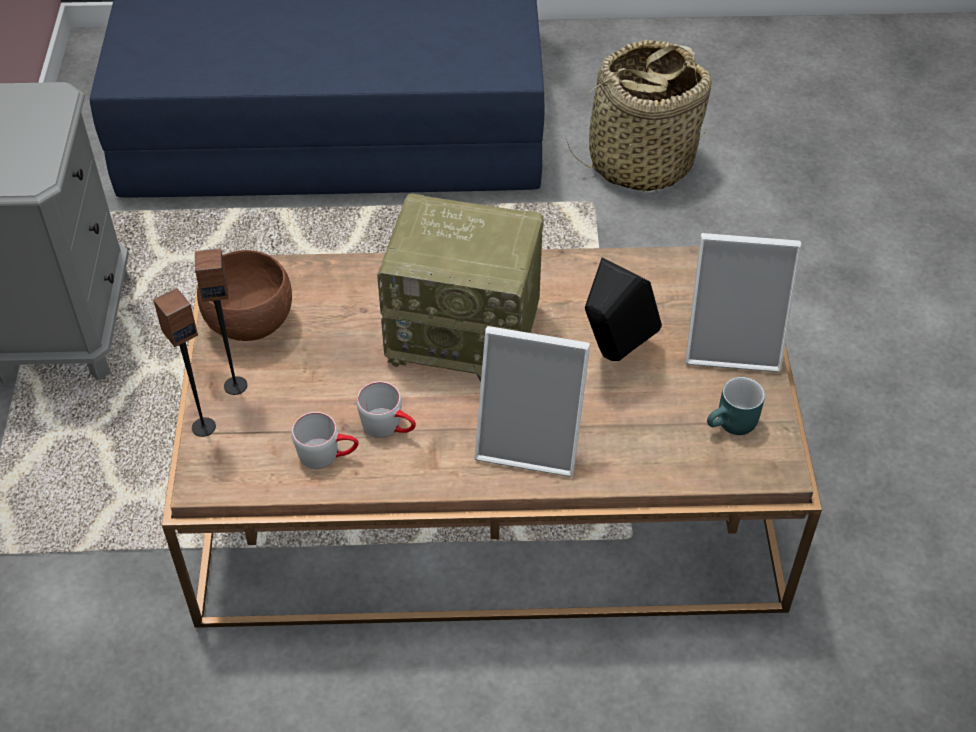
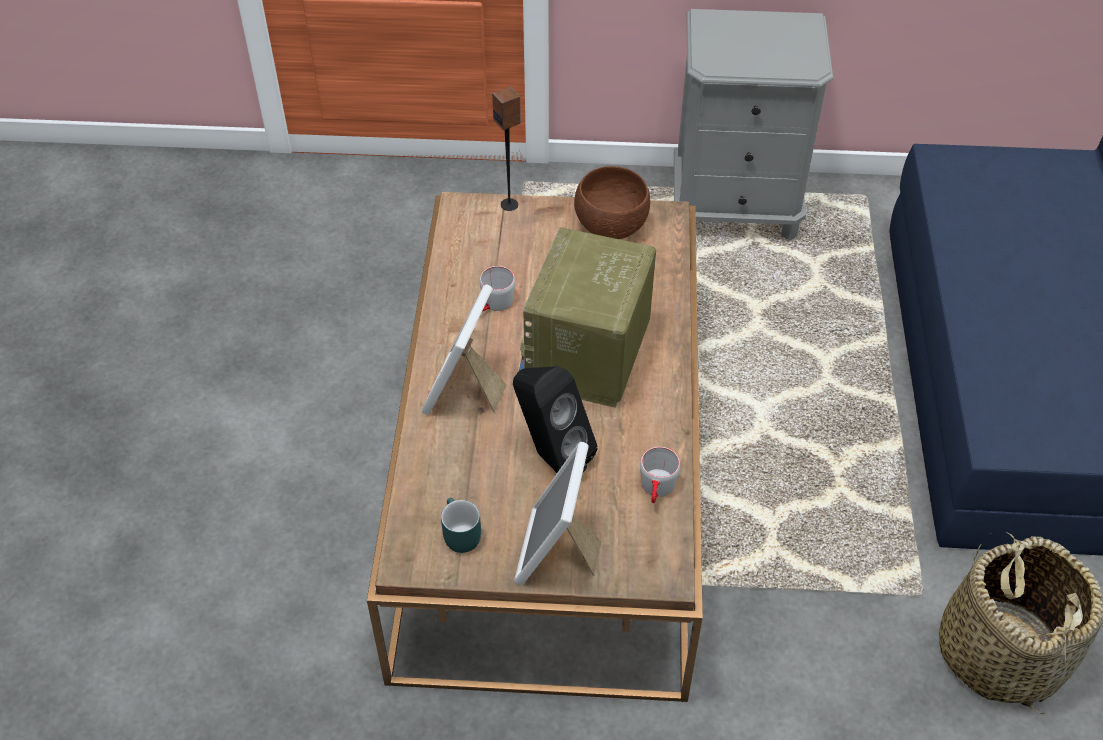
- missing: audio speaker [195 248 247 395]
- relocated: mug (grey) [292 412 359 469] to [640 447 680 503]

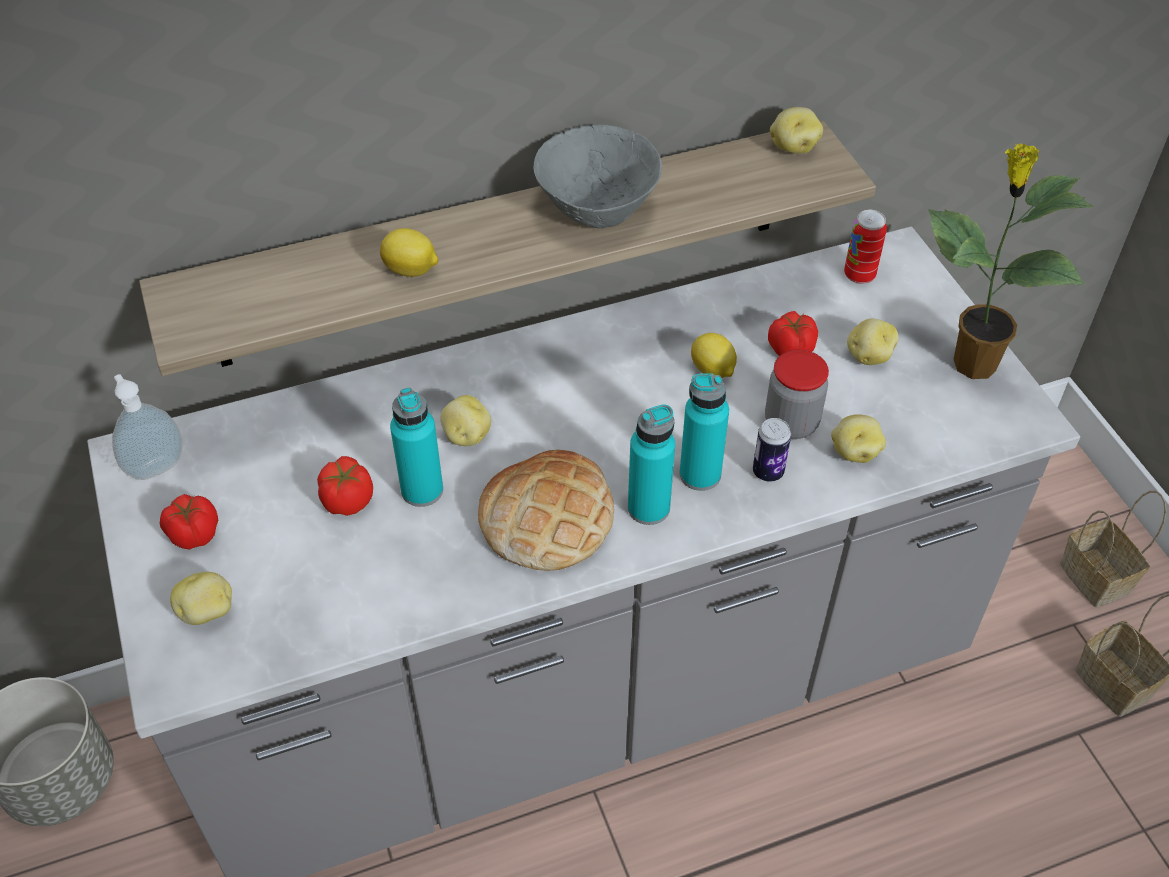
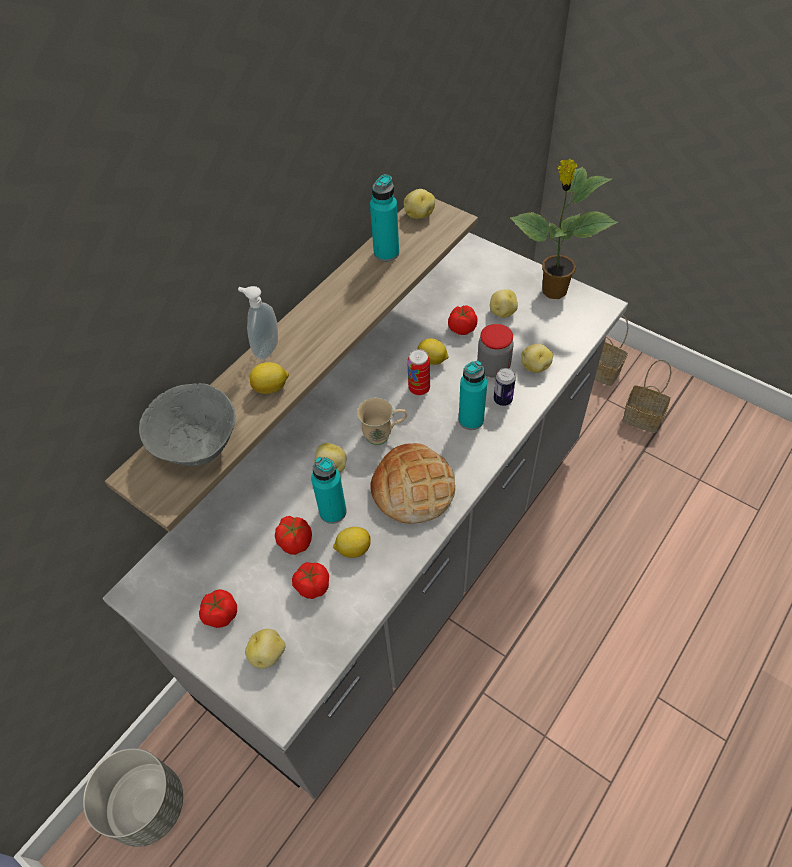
- relocated: liquid soap bottle [112 374 182 480] to [238 286 278 360]
- relocated: bowl (grey) [533 125 662 229] to [139 383 236 466]
- relocated: beverage bottle (turquoise-coloured) [628 404 675 525] to [370 174 399 262]
- relocated: sealed can [844 210 887 284] to [407 349 430 395]
- appeared: whole tomato [292 562 329 599]
- appeared: citrus fruit [333 527 371 558]
- appeared: mug (beige) [357 397 407 445]

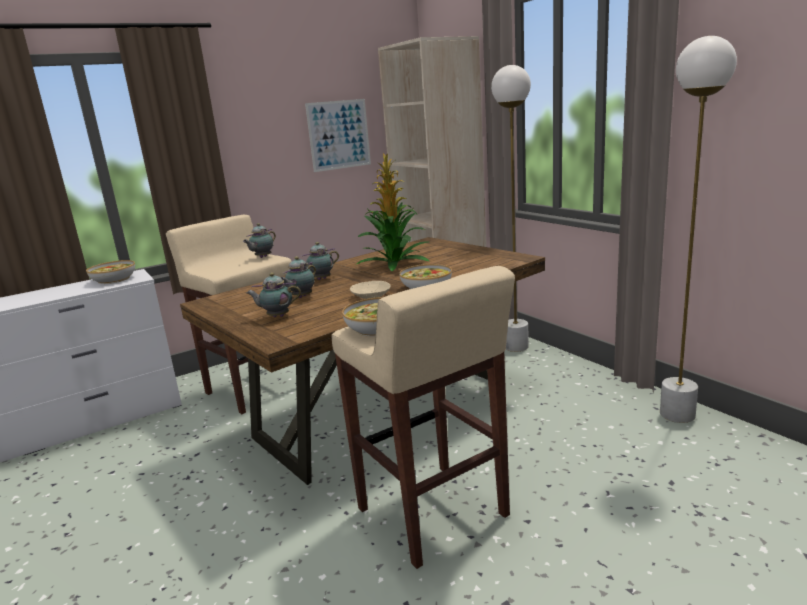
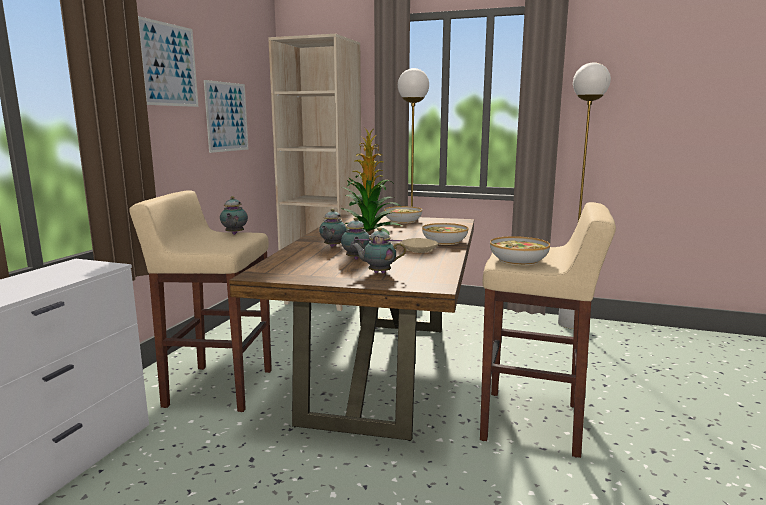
- relocated: bowl [86 260 135 284] to [384 206 422 224]
- spun: pot for tea [247 273 301 317] = [351 228 406 273] 45 degrees clockwise
- appeared: wall art [138 16 198 107]

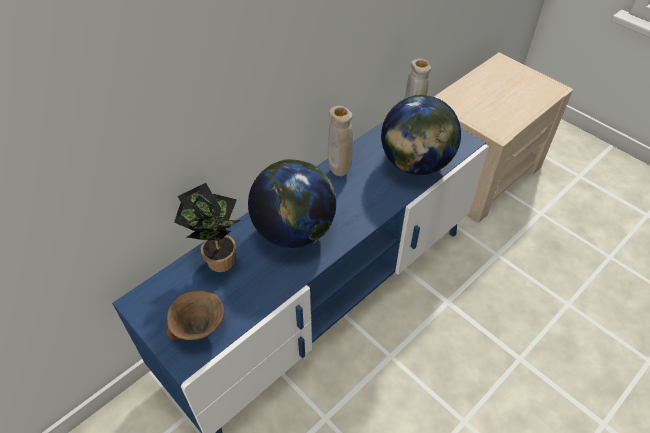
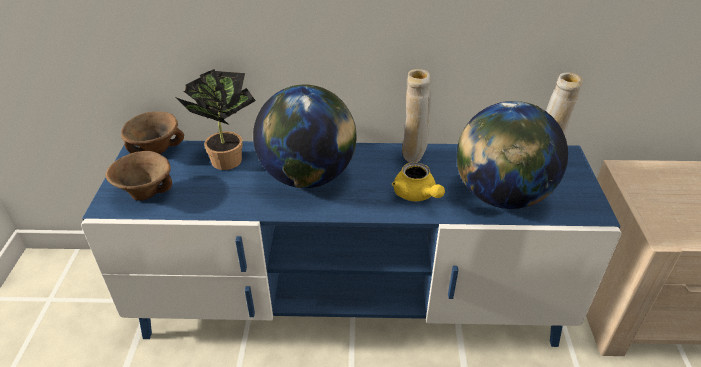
- appeared: bowl (brownish) [121 112 184 154]
- appeared: pot for tea (yellowish) [392 162 445 201]

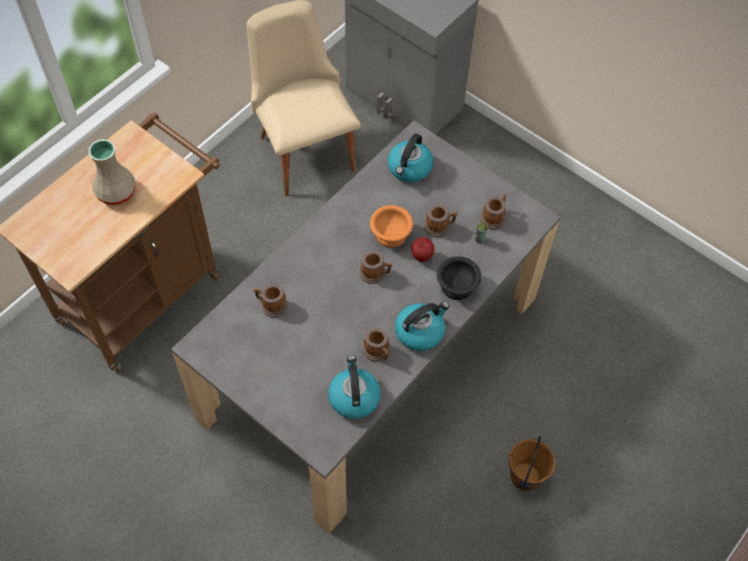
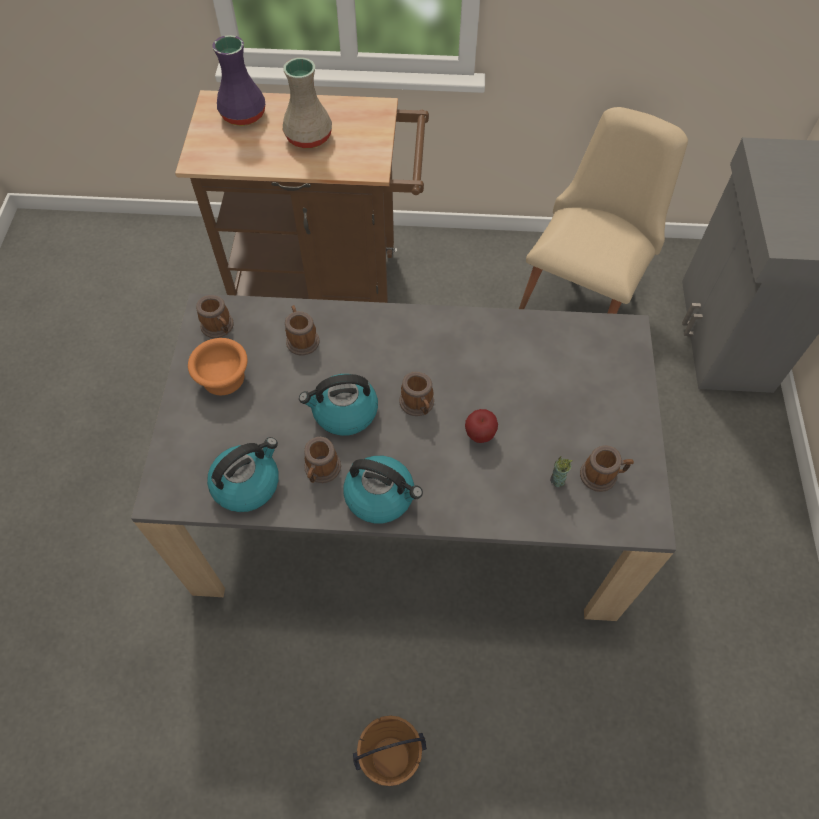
- relocated: bowl (orangey) [370 205 413 248] to [188 338 248 395]
- relocated: water kettle [388 133 433 182] to [299 374 378 436]
- relocated: mug [424 205 457 237] to [196 295 234 338]
- missing: bowl (black) [437 256 481 300]
- appeared: flower vase (purplish) [213 35 265 126]

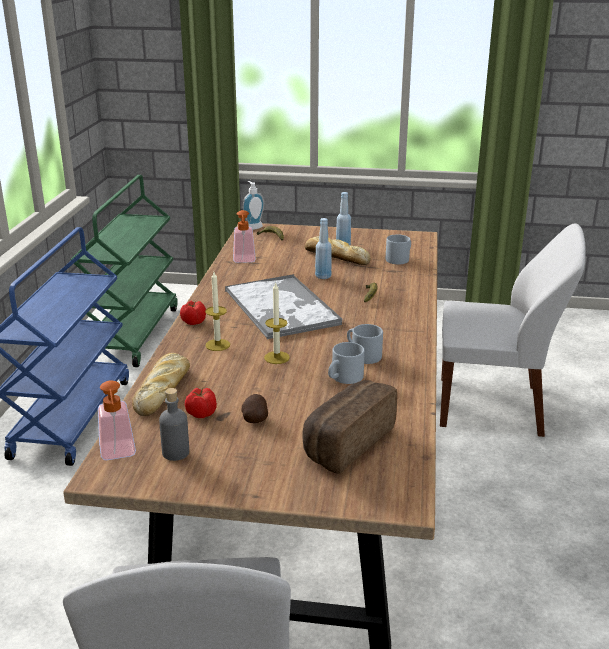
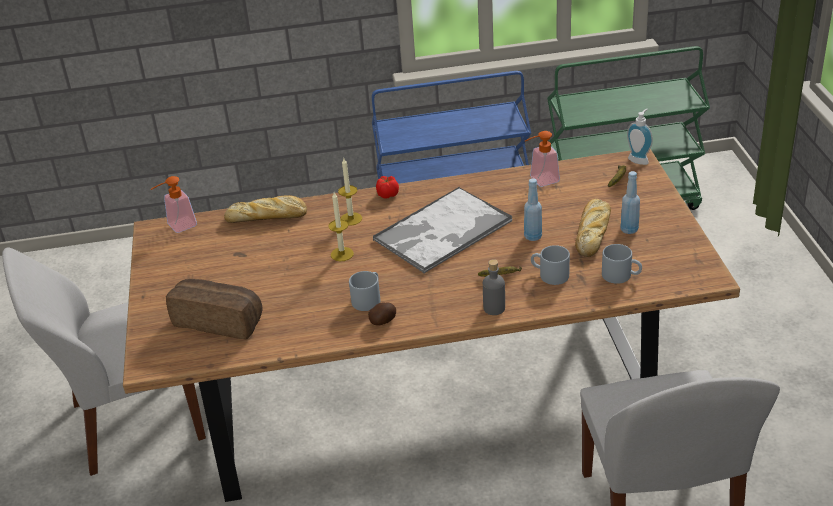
- relocated: beverage bottle (grey) [159 388 189 461] to [483 259 505 315]
- missing: whole tomato [185 388 217 418]
- relocated: potato [241 394 268 423] to [368 302 396 326]
- relocated: mug (grey) [328 342 365 384] to [531 245 570 285]

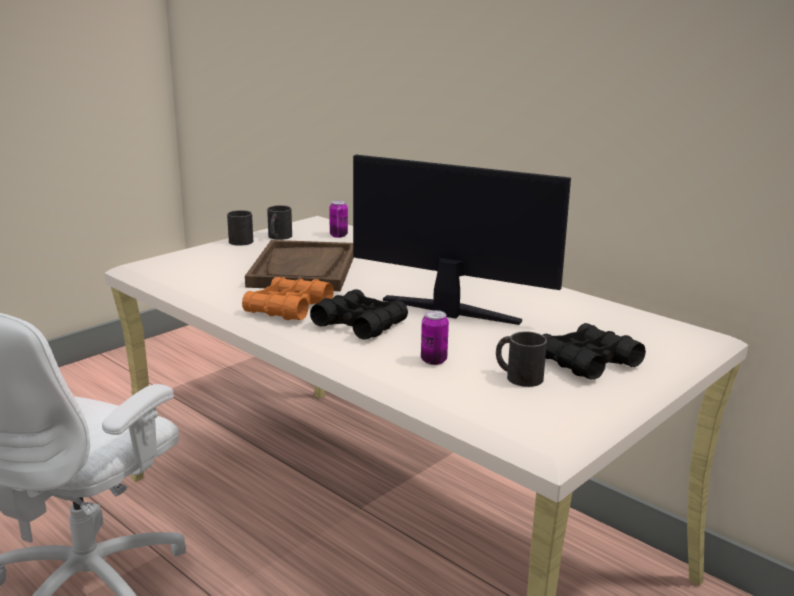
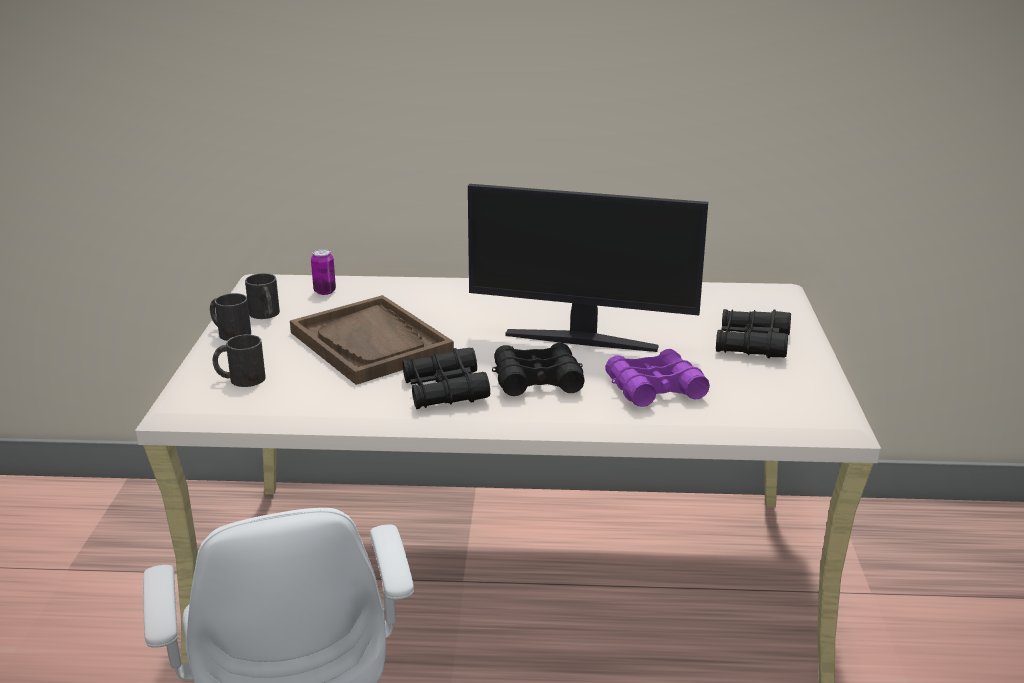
- colour: field glasses (orangey) [242 277 334 320] to field glasses (black) [402 348 490 409]
- spun: computer screen [353 155 571 325] = [468 184 708 352] 150 degrees counterclockwise
- exchanged: sealed can [421 310 449 365] to field glasses (purplish) [605 349 710 407]
- relocated: mug (black) [496 331 547 387] to [213 334 266 387]

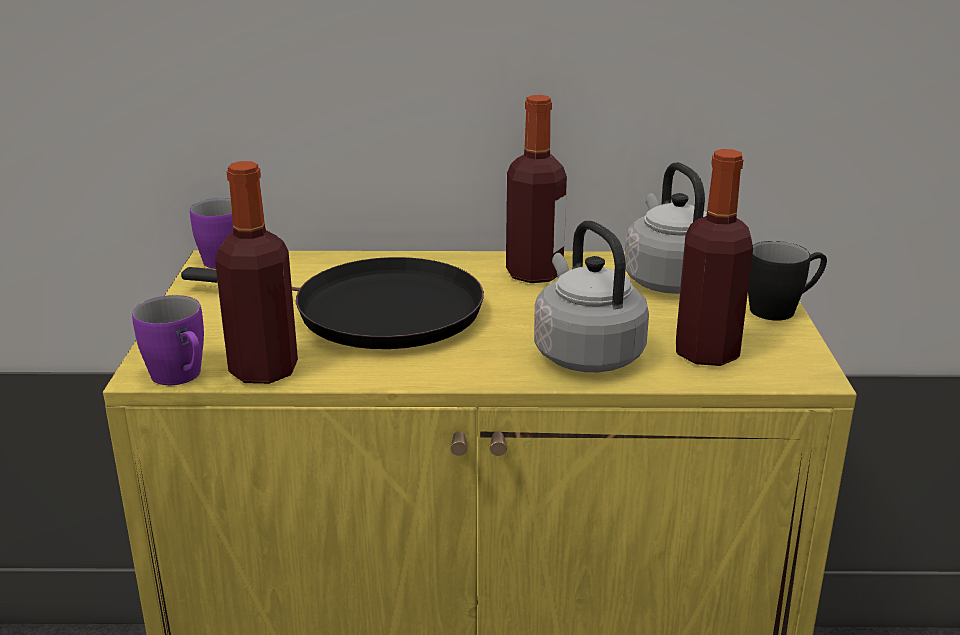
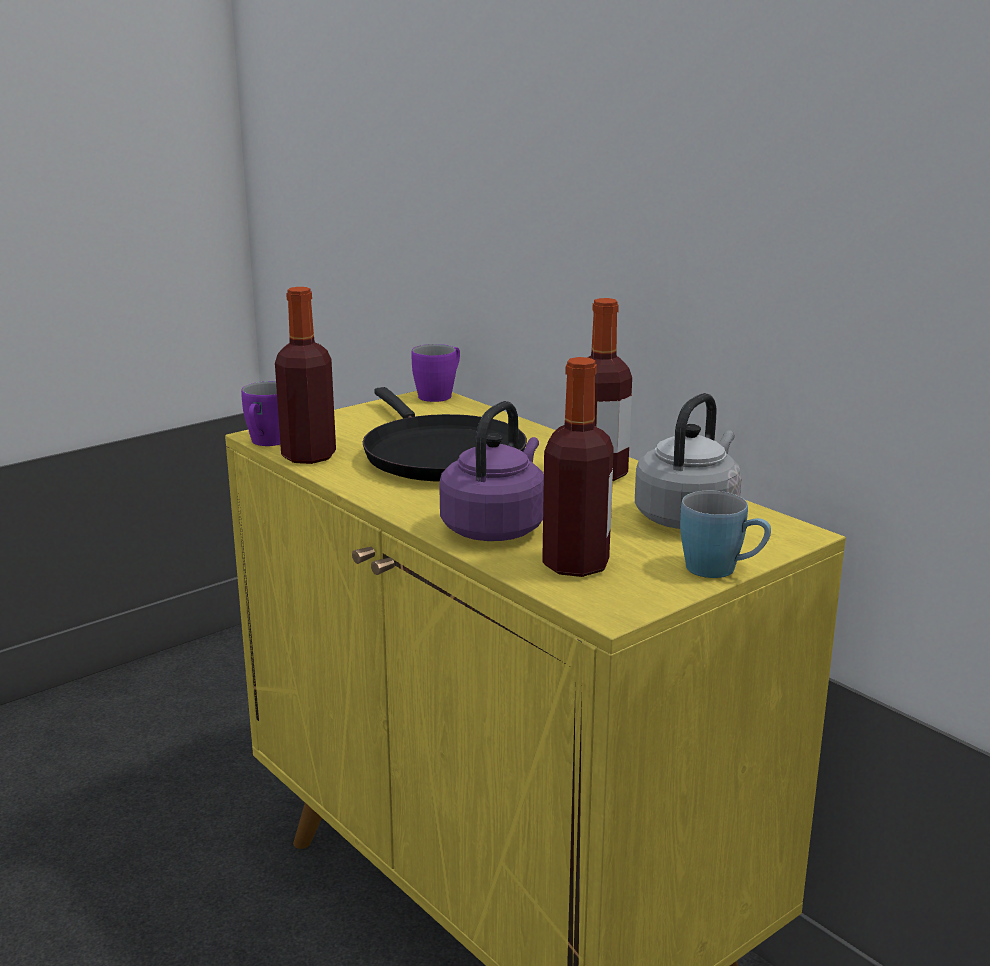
- colour: water kettle (grey) [534 220 649 372] to water kettle (purplish) [439 401 544 541]
- colour: mug (black) [748 241 827 321] to mug (blue-coloured) [680 491 771 578]

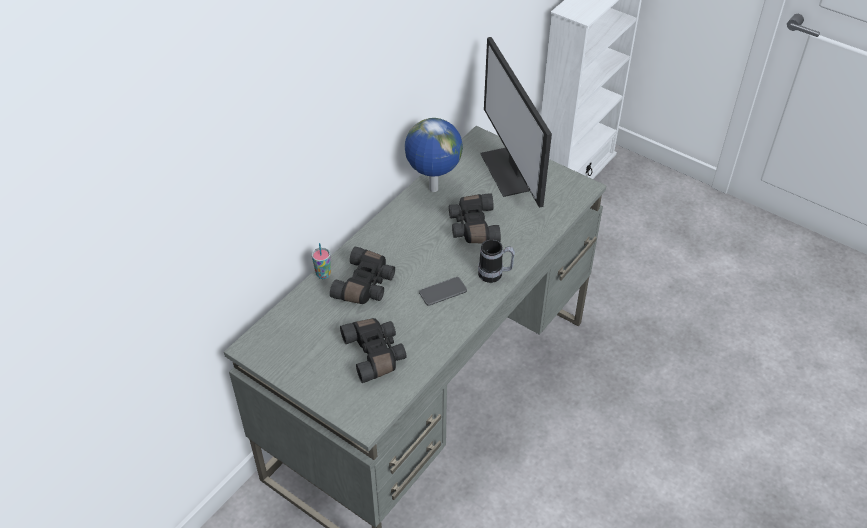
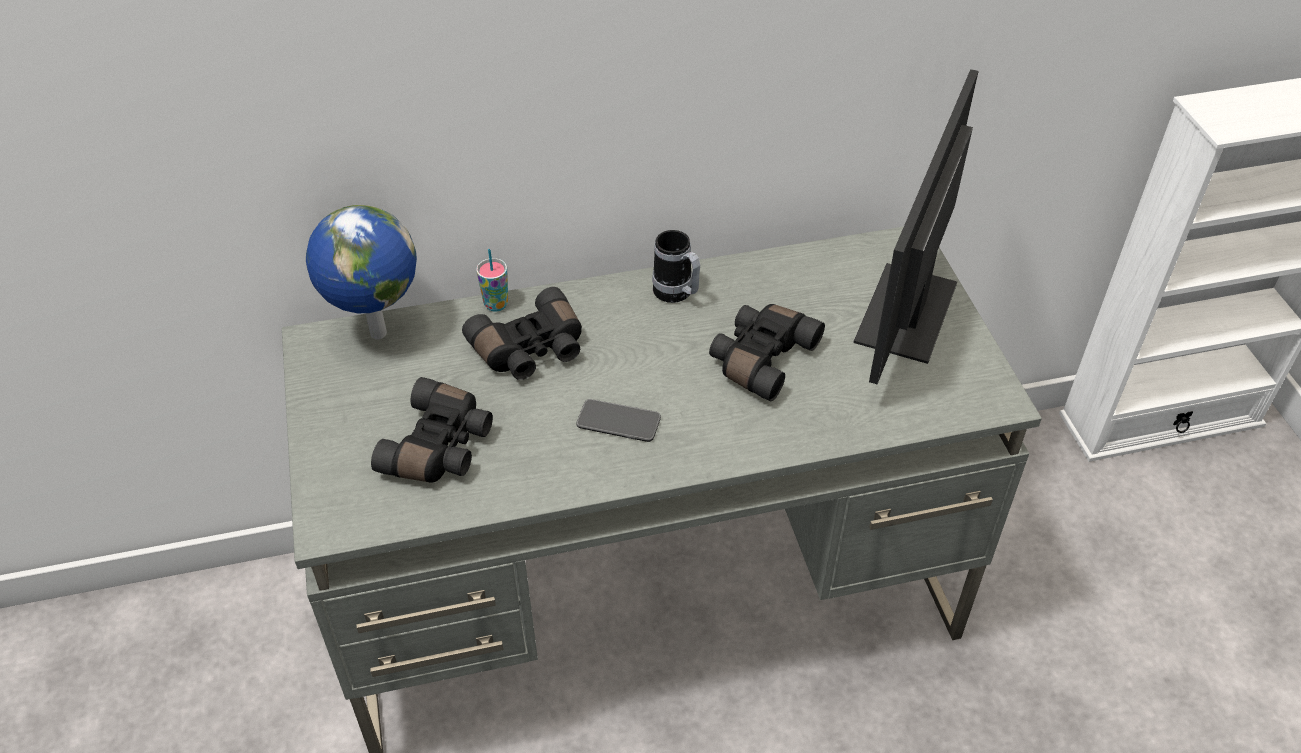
- relocated: world globe [404 118 463 192] to [306 205 417 339]
- relocated: mug [478 239 515 283] to [652 230 700 303]

